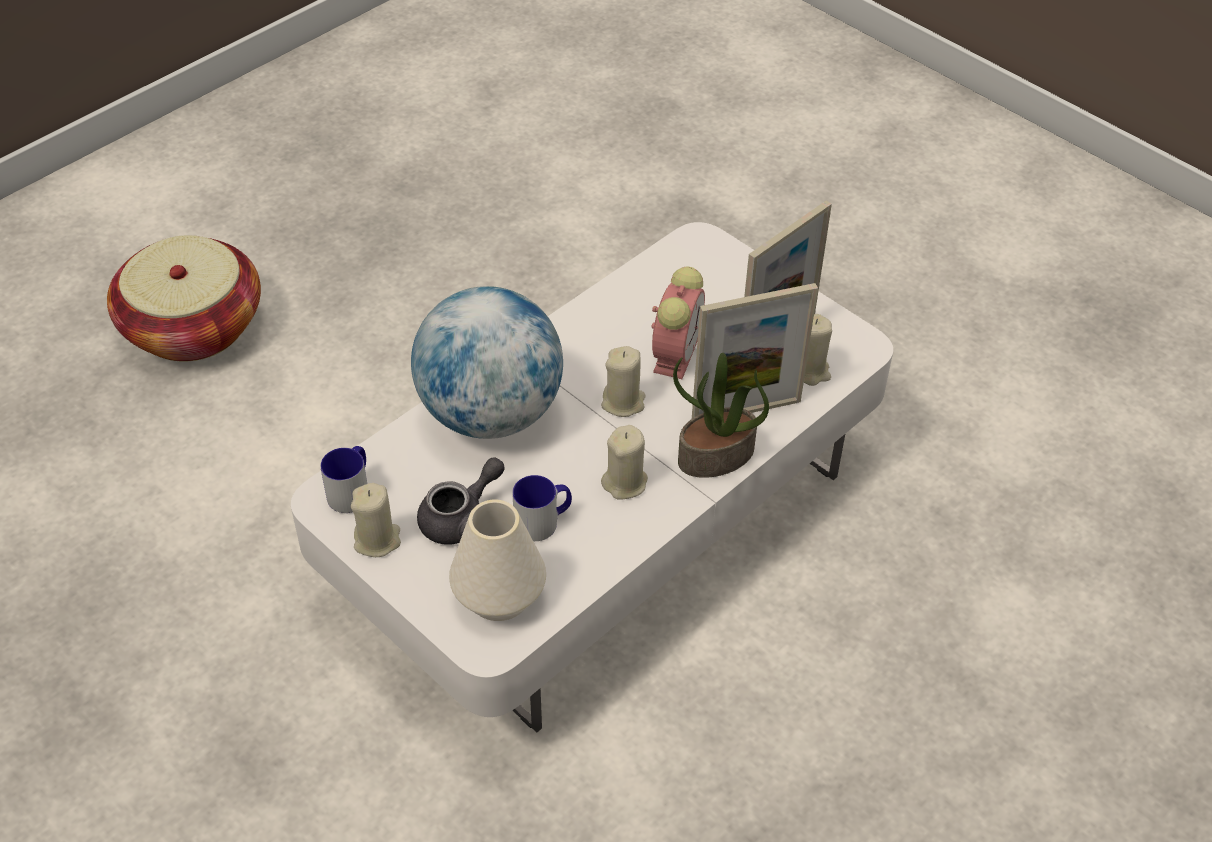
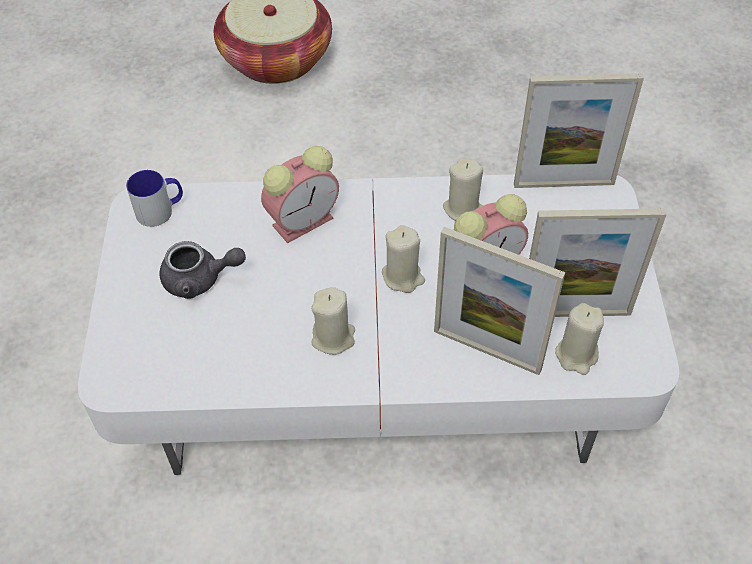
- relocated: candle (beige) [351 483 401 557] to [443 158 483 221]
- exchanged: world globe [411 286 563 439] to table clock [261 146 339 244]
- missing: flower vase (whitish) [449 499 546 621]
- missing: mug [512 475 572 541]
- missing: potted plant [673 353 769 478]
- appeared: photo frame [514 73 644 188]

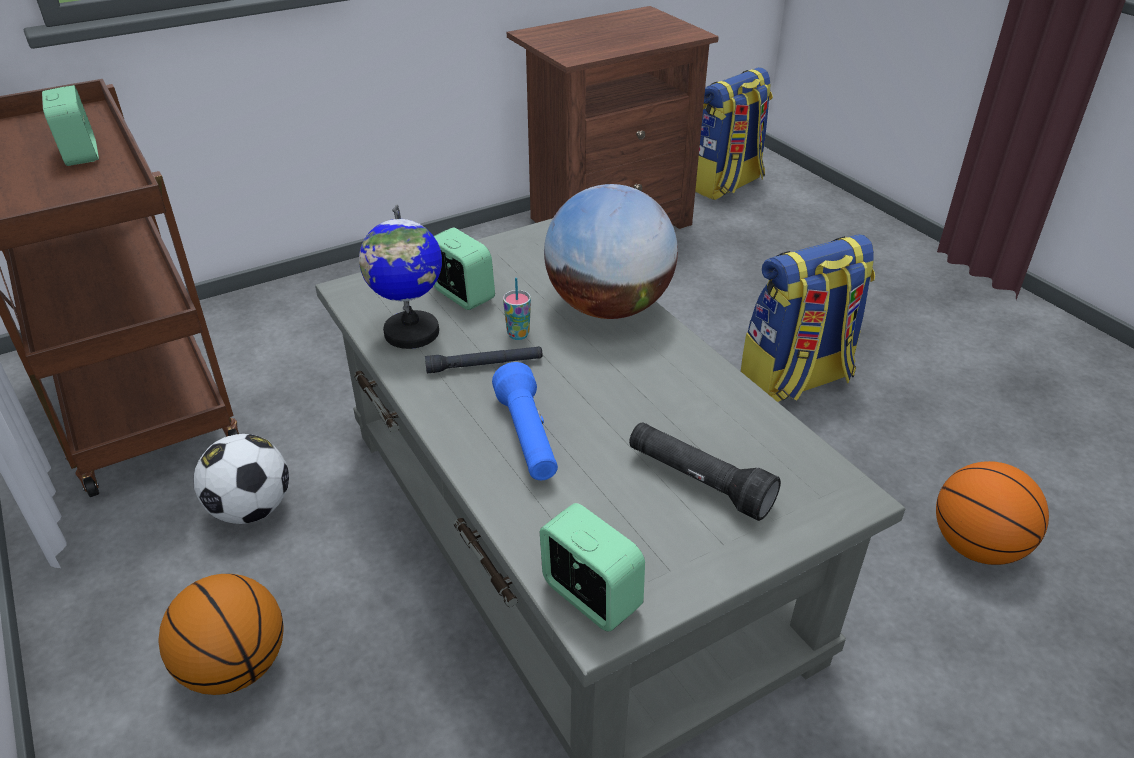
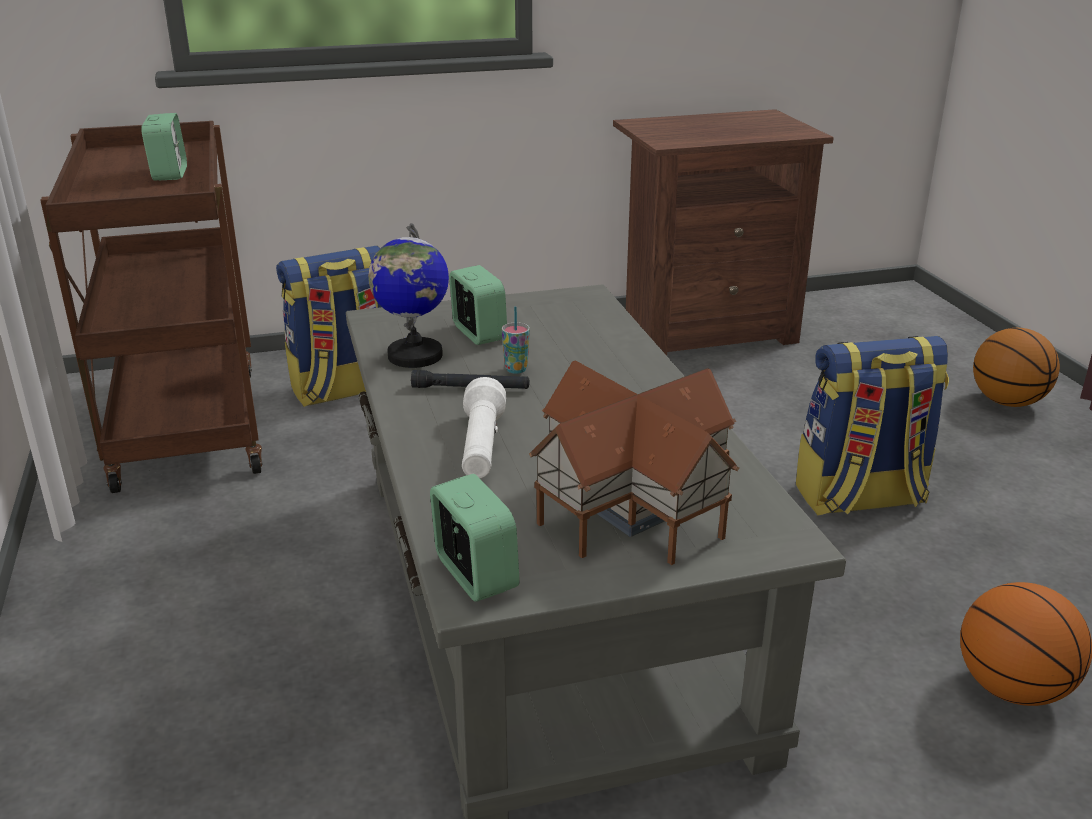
- relocated: basketball ball [158 574 284 695] to [973 328 1060 407]
- missing: ball for football [193 434 289 524]
- colour: flashlight (blue-coloured) [492 362 558 480] to flashlight (whitish) [462 377 506 478]
- missing: world globe [544 184 678 319]
- exchanged: flashlight (black) [629 422 781 521] to miniature house [529 360 739 565]
- relocated: backpack [695 67 773 200] to [276 246 381 407]

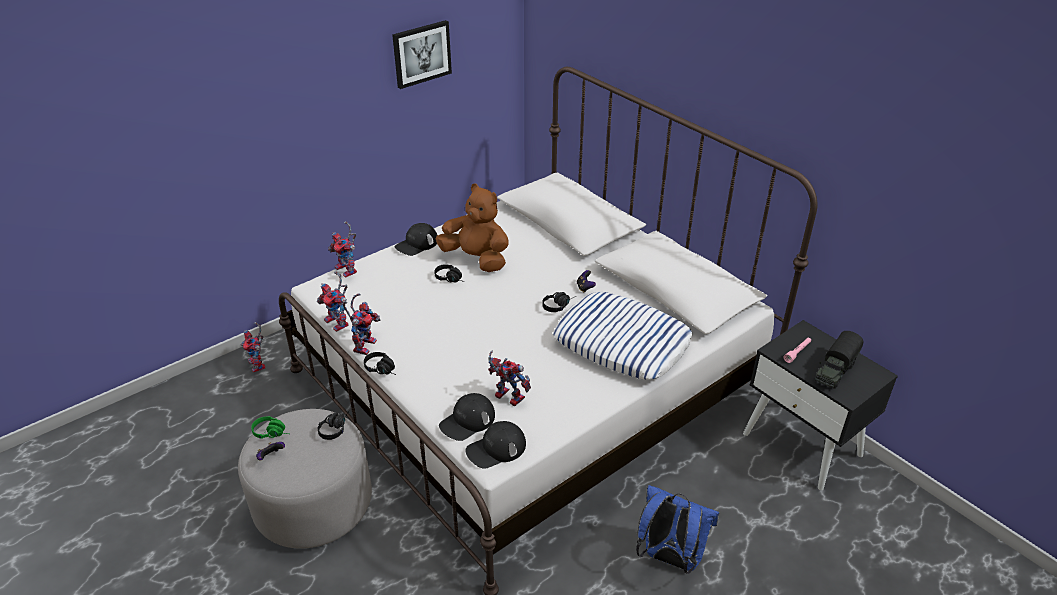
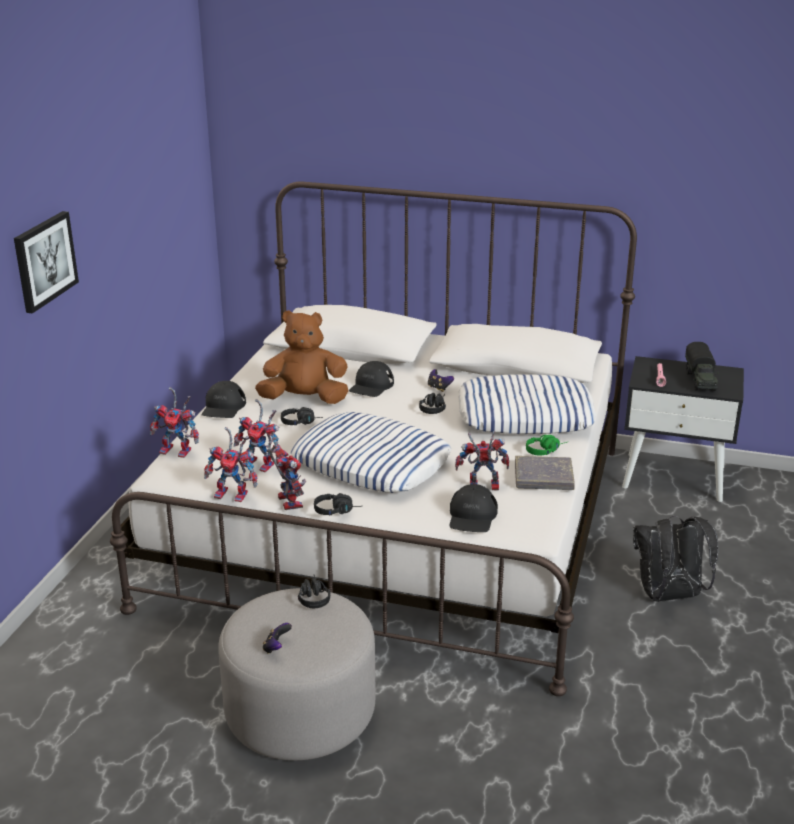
- relocated: model robot [241 322 266 373] to [234 399 281 472]
- relocated: headset (green) [251 416 289 439] to [526 435 567 456]
- relocated: wall art [392 20 452 89] to [14 211 79 314]
- relocated: peaked cap (black) [466 421 526 469] to [349 361 394 397]
- colour: backpack (blue-coloured) [636 485 719 574] to backpack (black) [633 516 718 602]
- appeared: cushion [291 412 451 493]
- appeared: book (grey) [515 456 575 490]

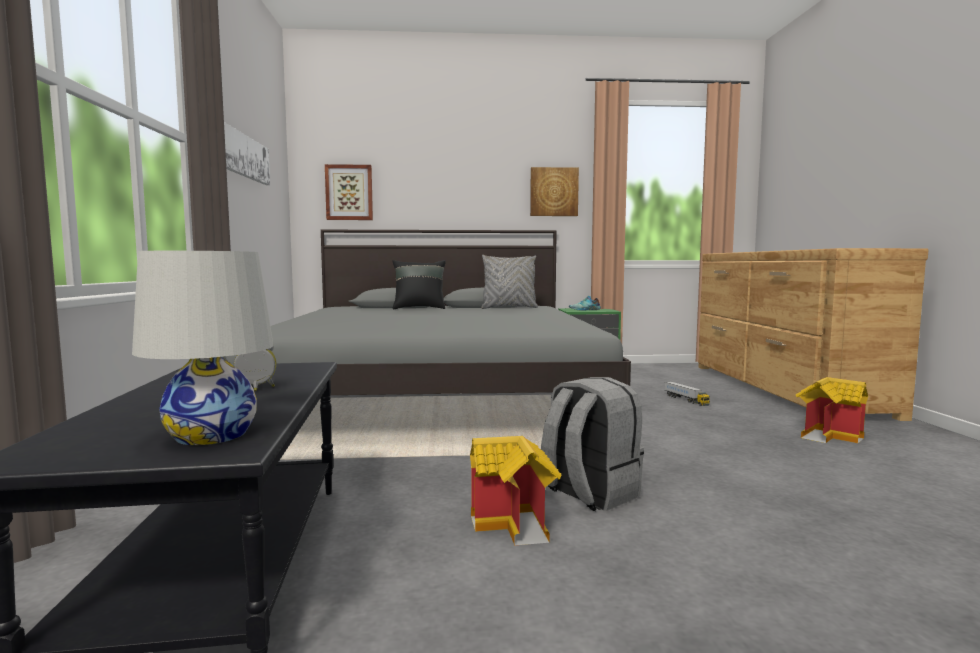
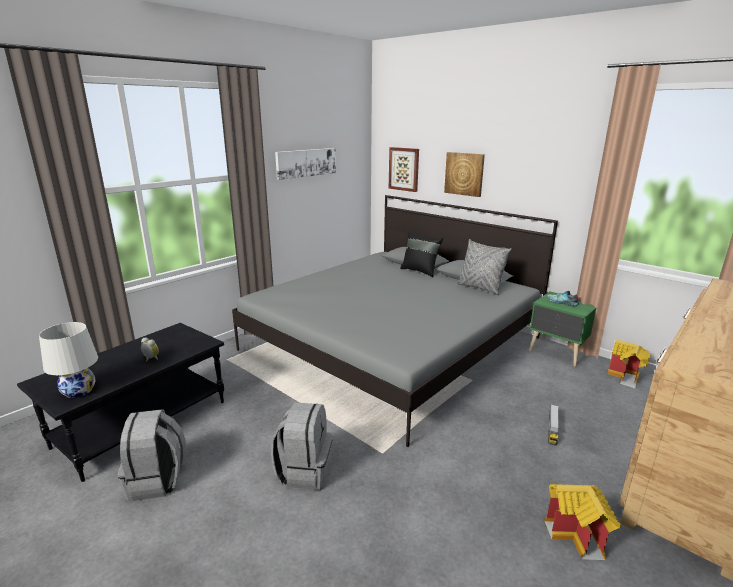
- relocated: miniature house [470 436 561 546] to [608 340 651 388]
- relocated: wall art [530 167 579 216] to [444 152 485 197]
- appeared: backpack (grey) [118 409 186 502]

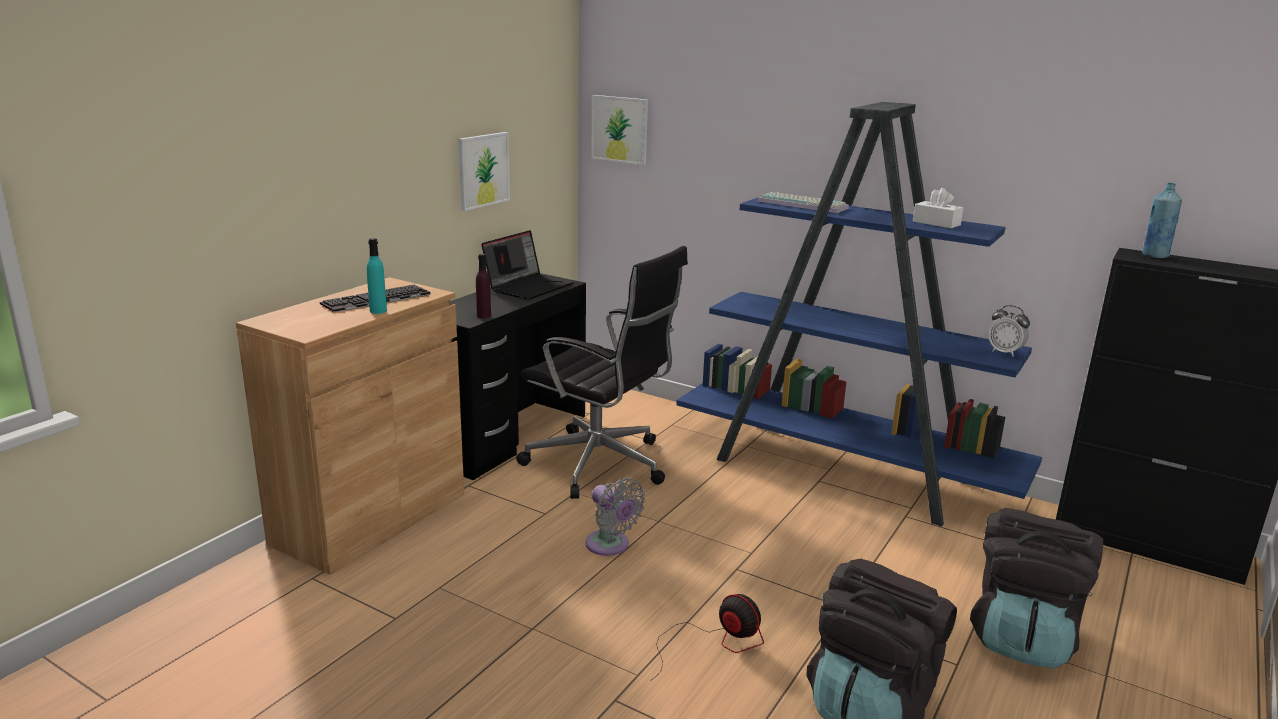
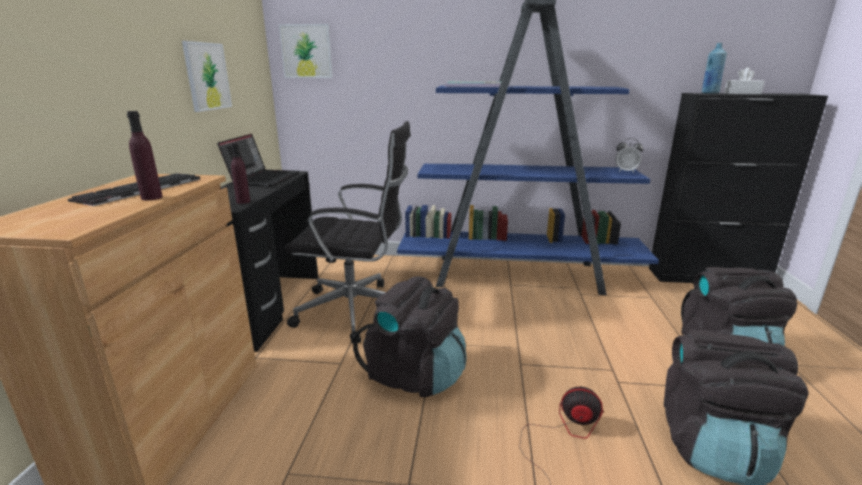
- colour: beverage bottle (turquoise-coloured) [367 238 387 314] to beverage bottle (purplish) [127 111 163 200]
- exchanged: fan (grey) [585 478 645 556] to backpack (black) [353 276 467 397]
- relocated: tissue holder (whitish) [913 188 963 228] to [724 67 765 94]

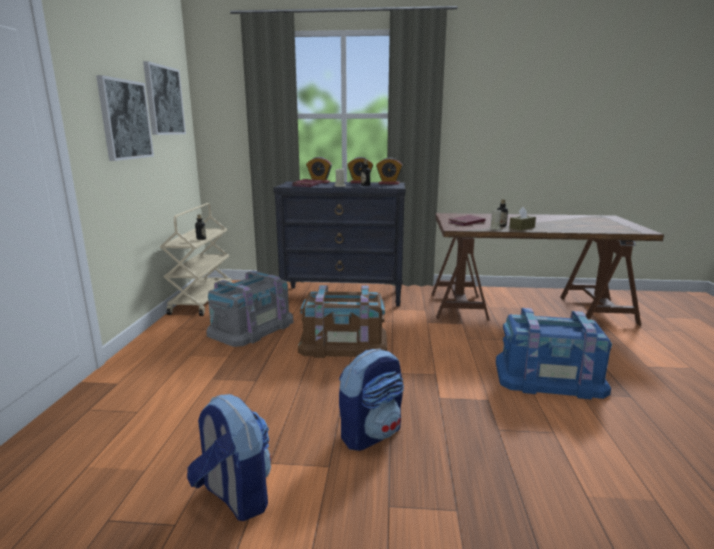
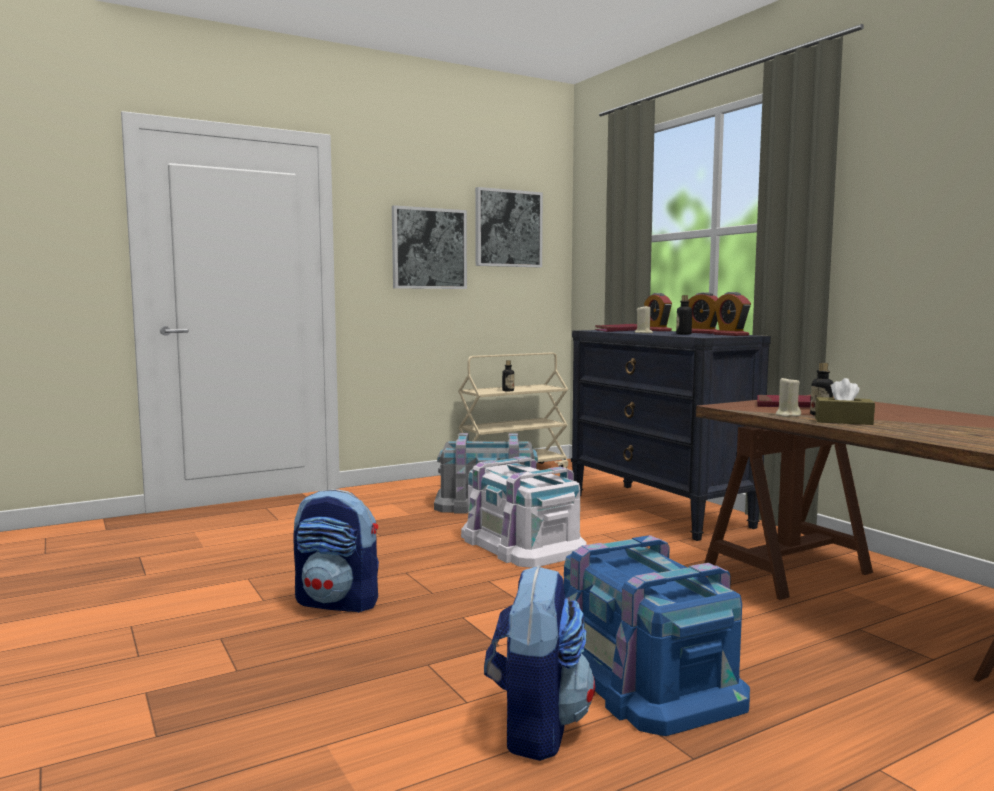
- relocated: backpack [187 394 271 521] to [484 565 595 761]
- colour: storage box (brownish) [298 285 387 358] to storage box (whitish) [461 456 587 568]

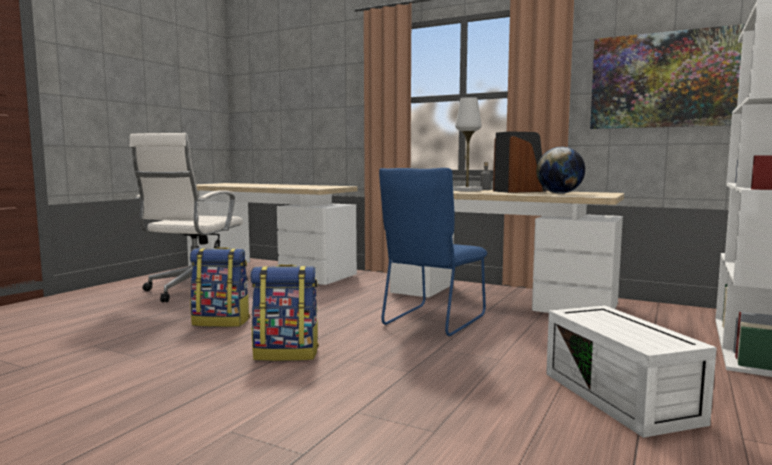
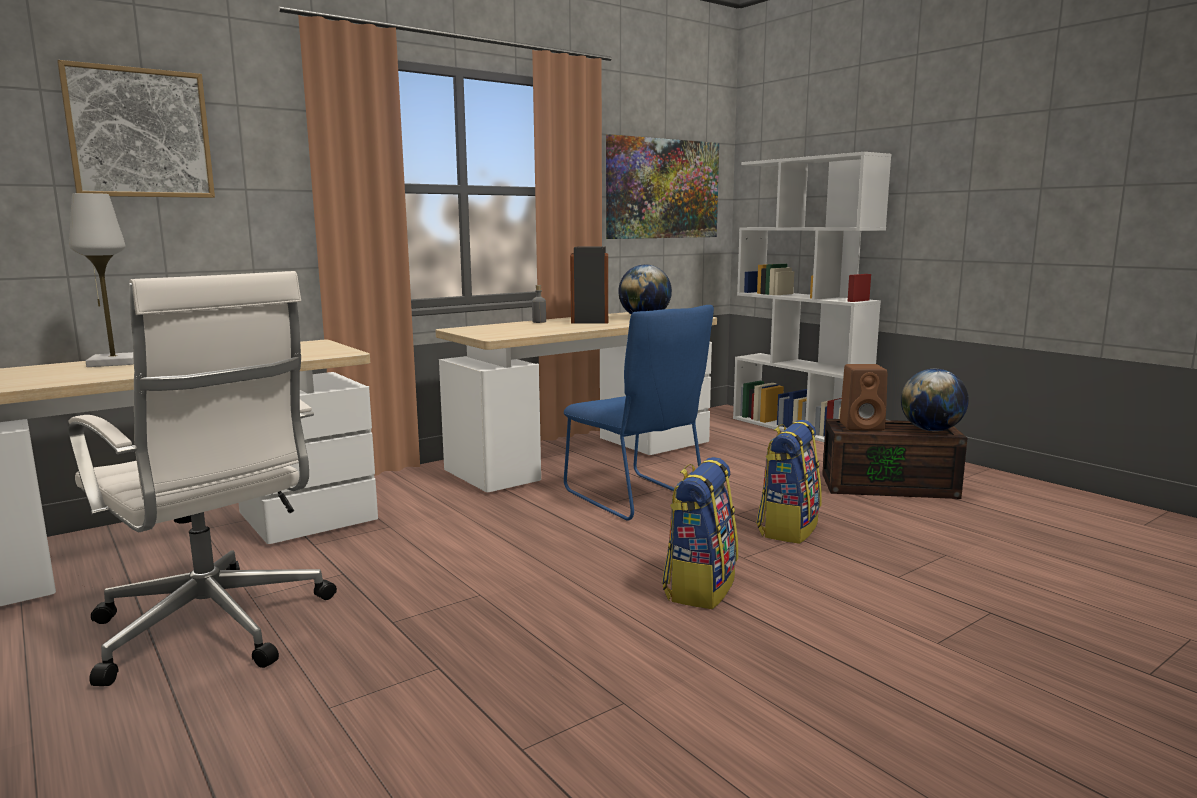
- relocated: backpack [190 247 250 327] to [756 420 822 544]
- relocated: lamp for a table (whitish) [453 97 483 192] to [69 193 134 367]
- colour: storage box (whitish) [546 305 717 438] to storage box (brownish) [822 419 967 499]
- appeared: wall art [57 60 215 198]
- appeared: audio speaker (brownish) [840 364 887 431]
- appeared: world globe [901 369 969 431]

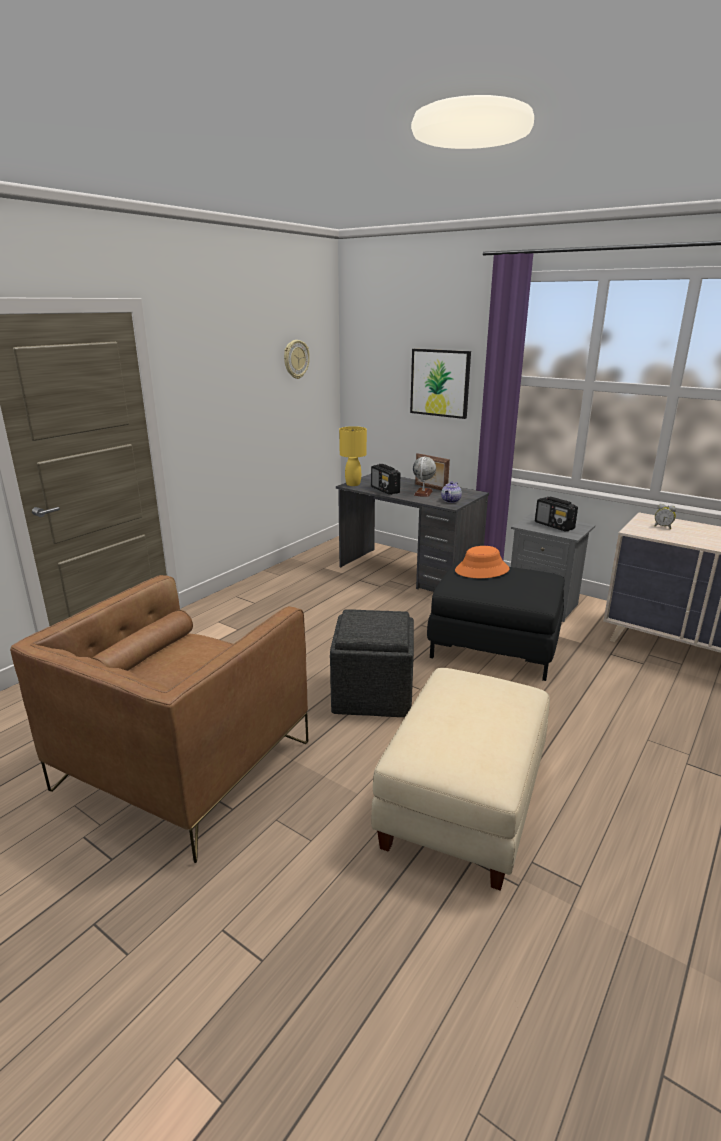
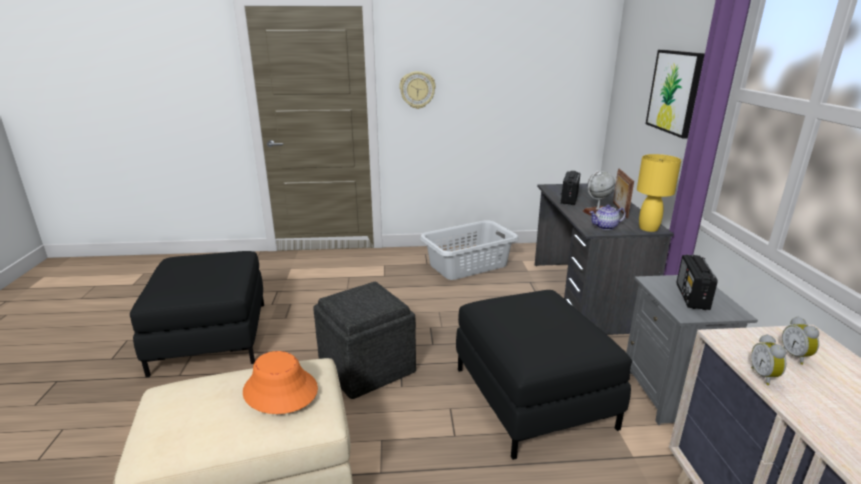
- exchanged: armchair (brownish) [10 575 308 863] to ottoman (black) [130 251 264 377]
- relocated: hanging clock [284 340 310 379] to [399 71 436 109]
- relocated: lamp for a table (yellowish) [339 426 367 486] to [637 154 681 232]
- relocated: clothing hat (orangey) [455 546 509 578] to [243 351 318 414]
- appeared: washing basket (grey) [420 220 519 280]
- appeared: table clock [751 334 786 385]

